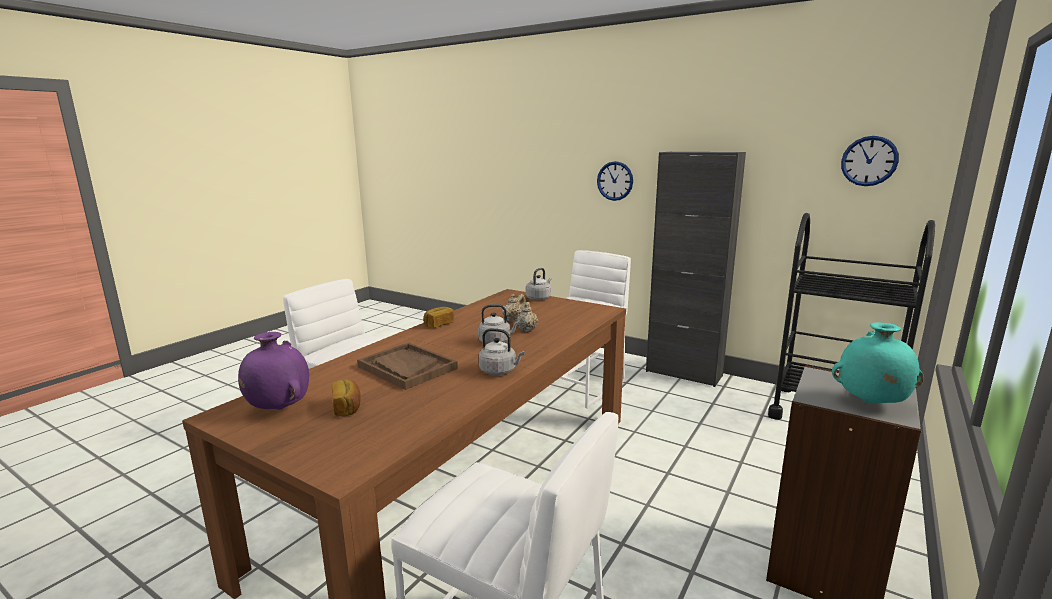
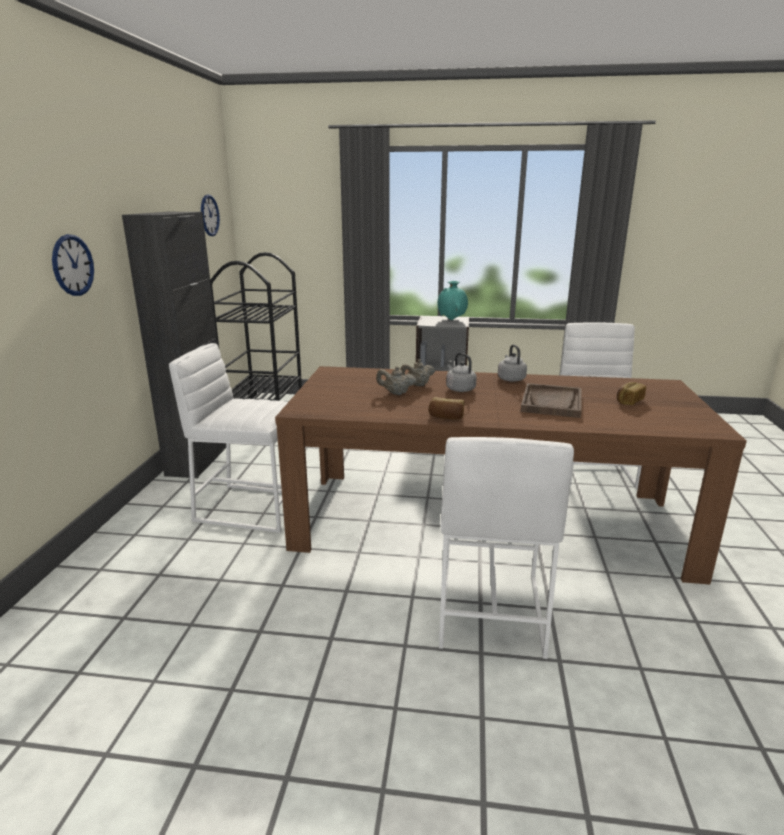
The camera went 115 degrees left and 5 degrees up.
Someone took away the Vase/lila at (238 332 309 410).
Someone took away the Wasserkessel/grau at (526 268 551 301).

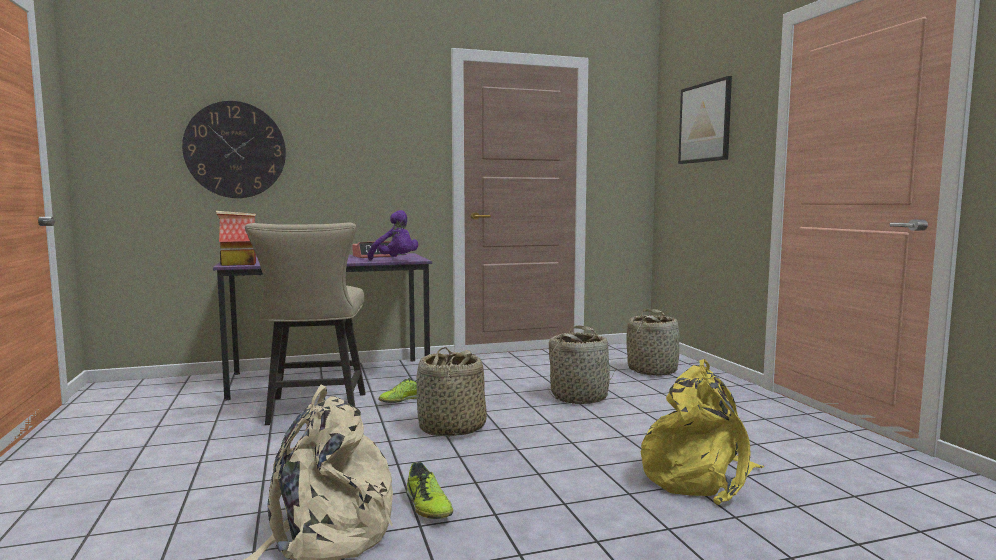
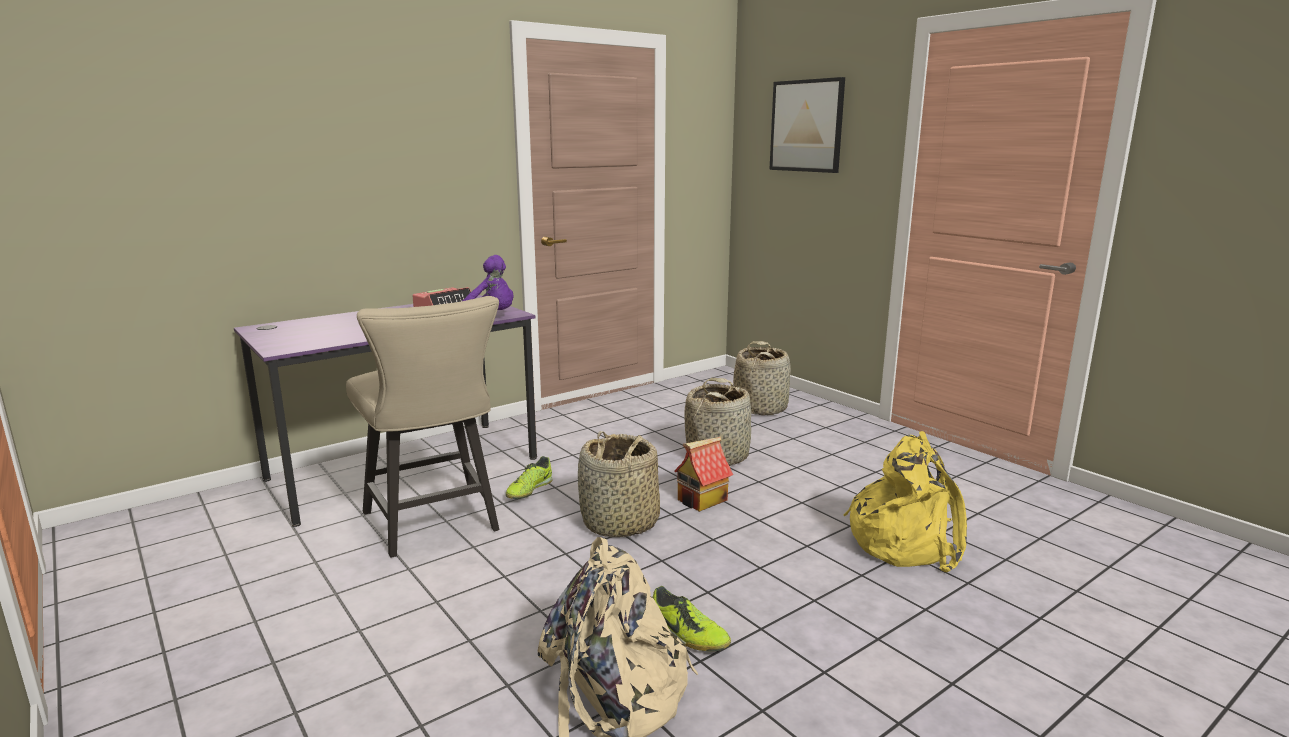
The camera went 20 degrees left and 10 degrees up.
Someone carried the Spielzeughaus from (216 211 256 266) to (674 437 733 512).
Someone took away the Wanduhr at (182 101 286 198).

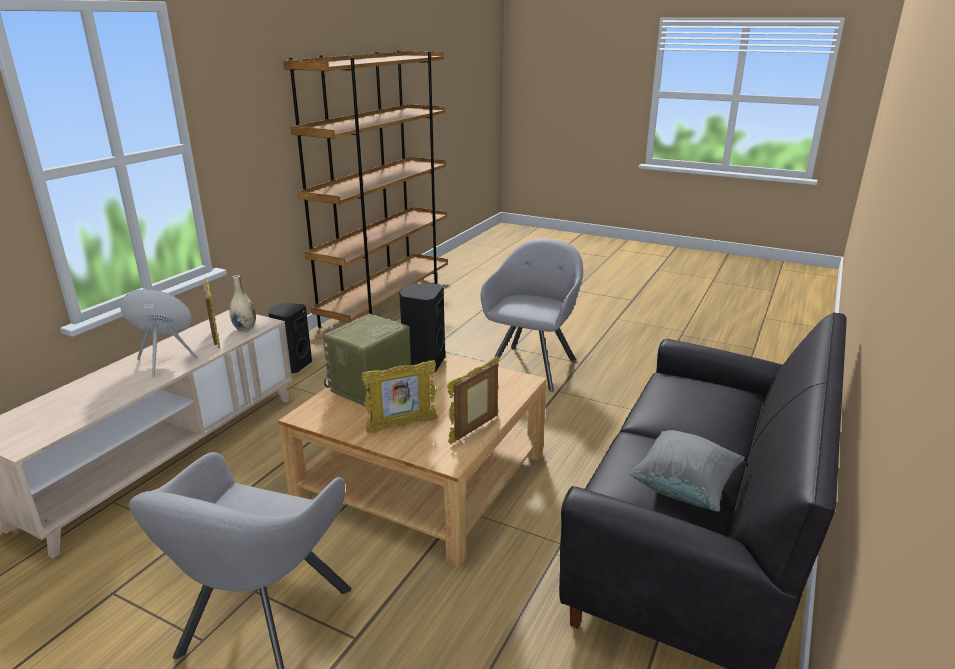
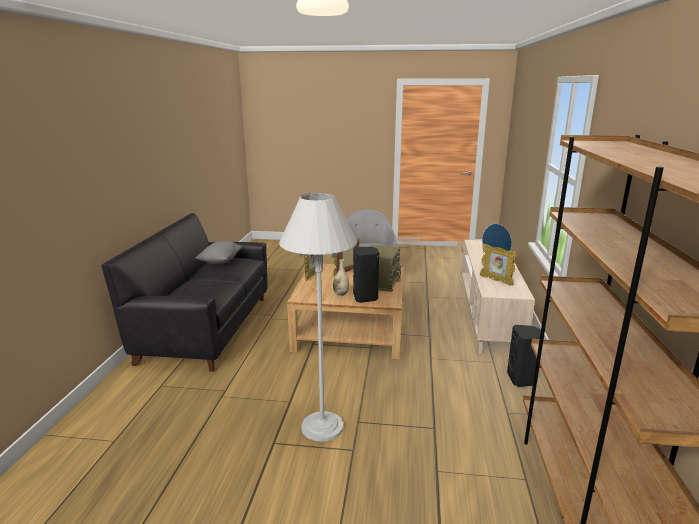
The camera went 160 degrees right and 5 degrees down.
Someone swapped the Sessel/grau at (481 238 583 392) for the Stehlampe/weiß at (279 193 357 442).
Someone carried the Vase/beige from (229 275 256 331) to (333 259 349 296).

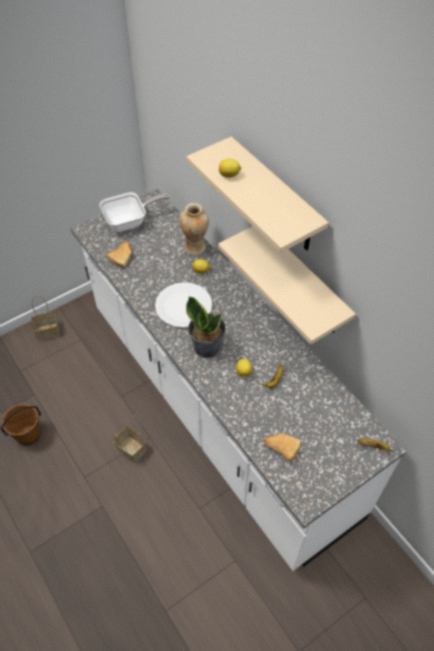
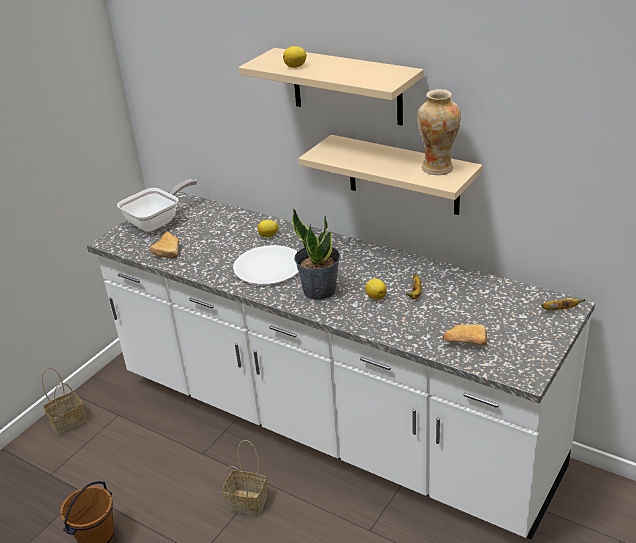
The camera went 20 degrees left and 20 degrees down.
Someone carried the Vase from (180 203 209 255) to (417 89 461 175).

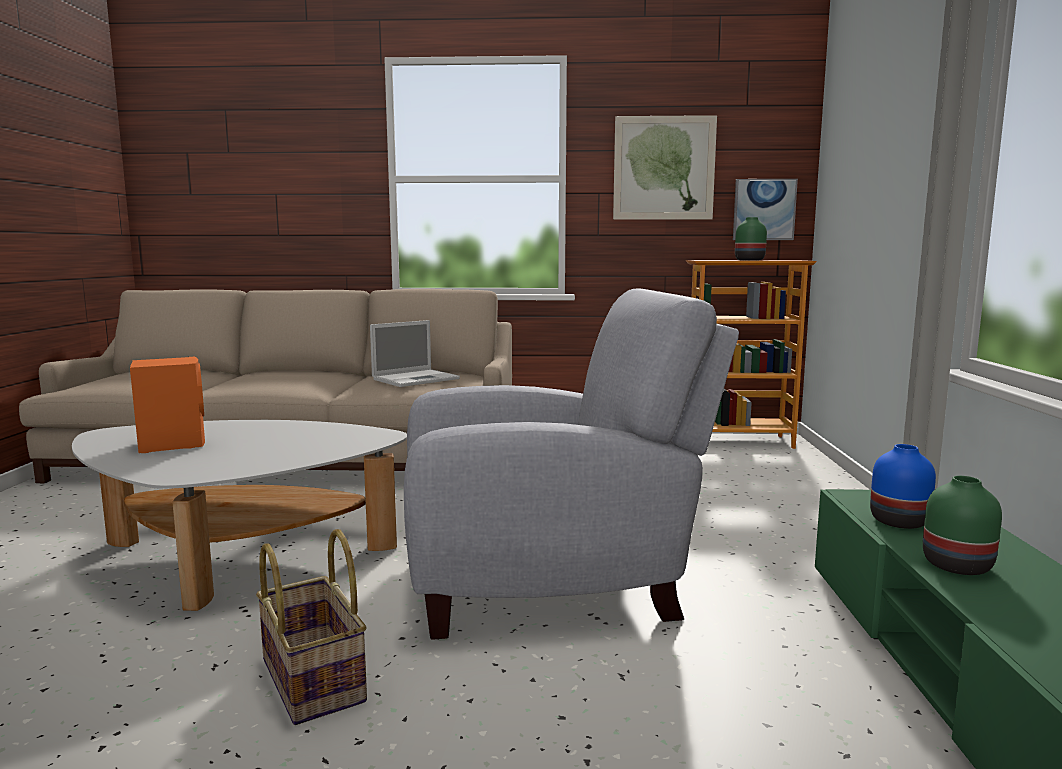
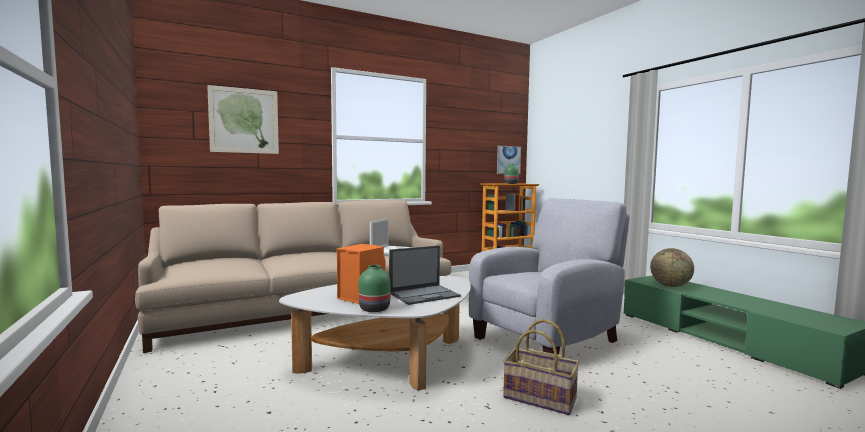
The camera went 30 degrees left and 5 degrees down.
Someone carried the Bild from (613 115 717 220) to (207 85 279 154).
Someone carried the Vase/grün from (923 476 1002 575) to (359 265 391 312).
Someone put down the Laptop at (389 245 461 305).
Someone swapped the Vase/blau at (870 444 936 529) for the Globus at (650 248 694 287).

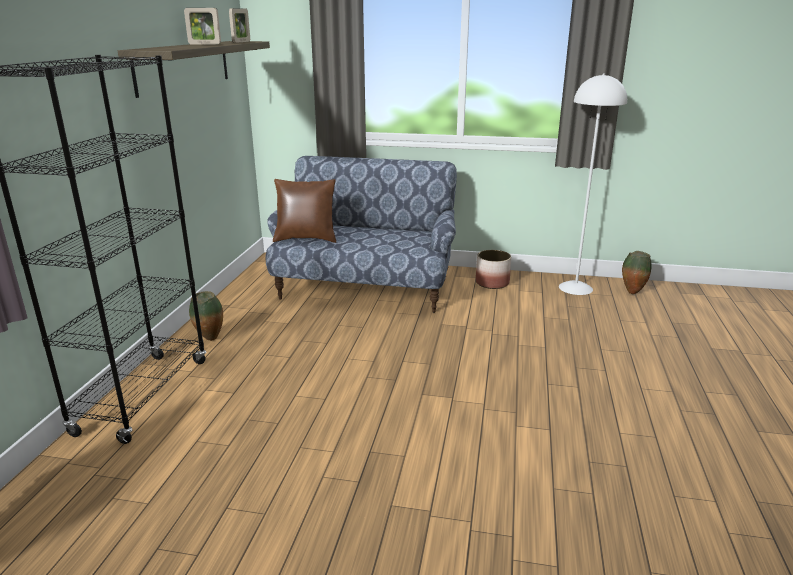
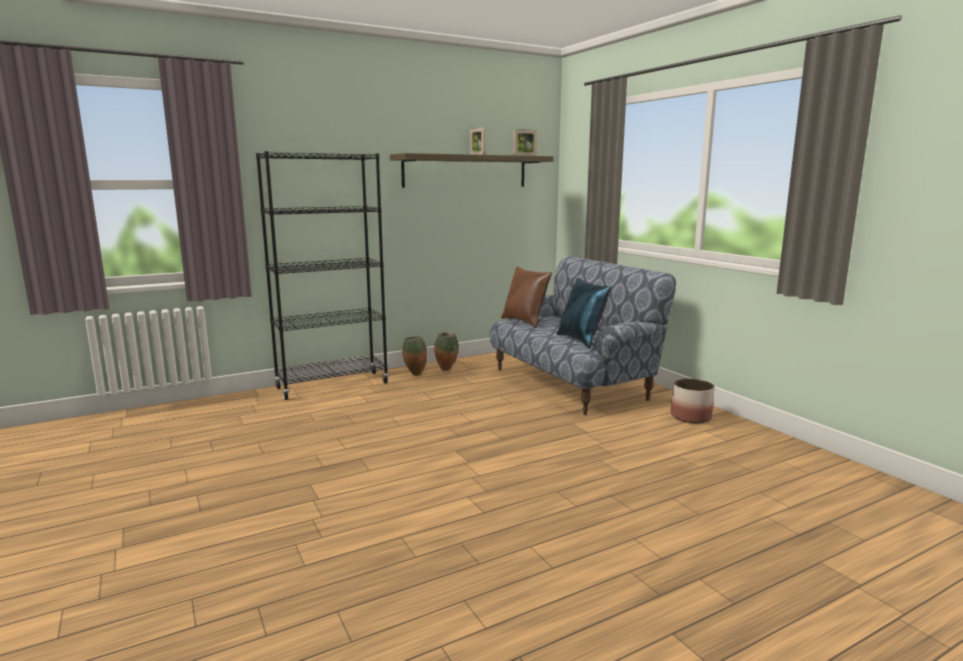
The camera went 50 degrees right and 10 degrees down.
Someone carried the Vase from (622 251 652 294) to (434 332 459 371).
Someone put down the Kissen/blau at (556 278 612 349).
Someone took away the Stehlampe/weiß at (559 74 627 295).

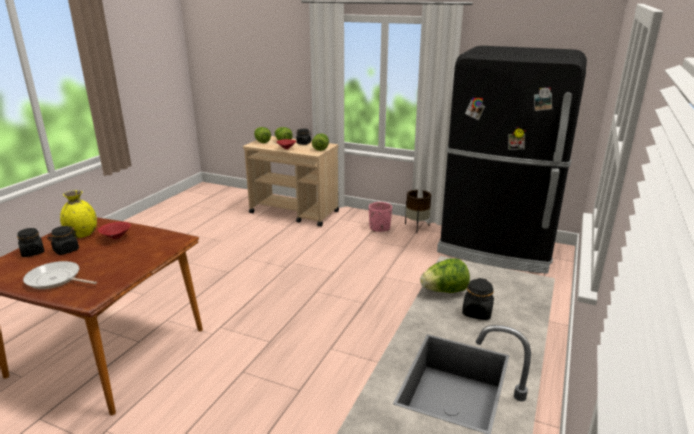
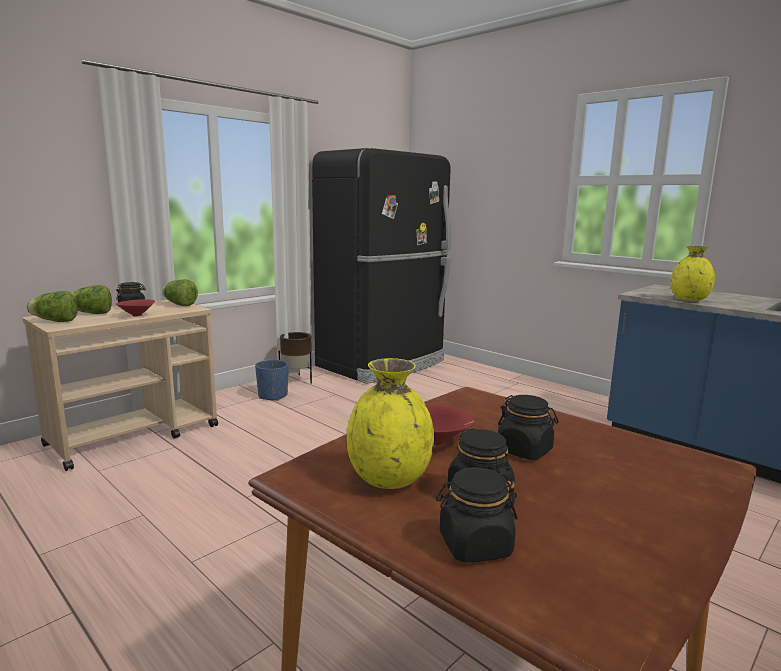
The camera went 70 degrees left and 10 degrees down.
Someone repainted the Pflanzkübel/rosa at (369 202 392 232), which became the Pflanzkübel/blau at (255 360 289 401).
Someone carried the Vorratsglas/schwarz from (462 278 494 320) to (498 395 559 460).
Someone swapped the Salatkopf at (420 258 470 293) for the Vase/gelb at (671 246 715 301).
Someone took away the Pfanne at (23 261 97 289).

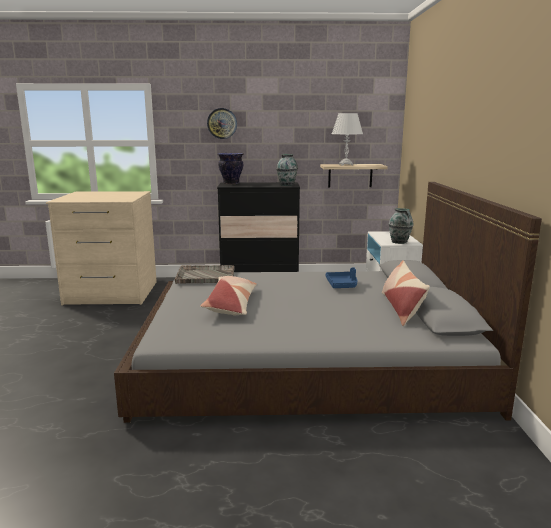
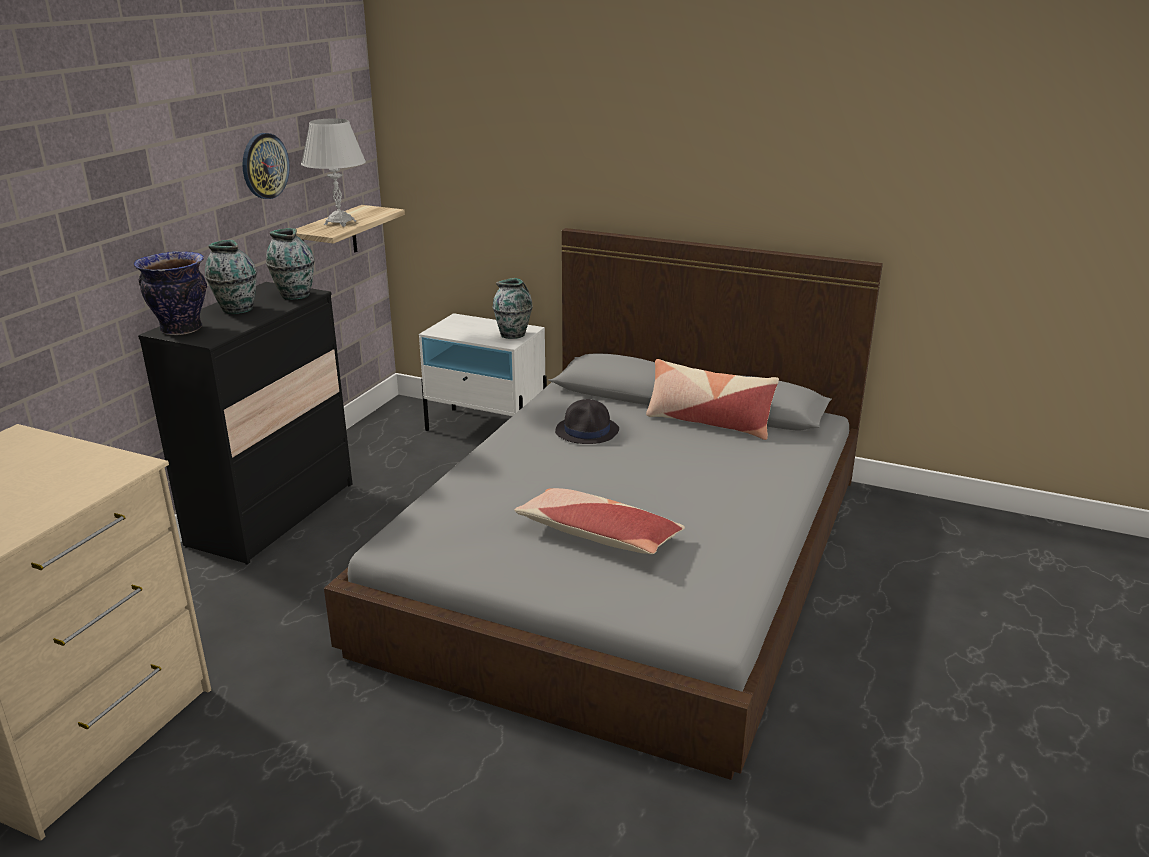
The camera went 65 degrees left and 10 degrees up.
Someone put down the Vase at (205 240 257 314).
Someone carried the Wanduhr from (207 108 237 139) to (242 133 290 199).
Someone swapped the Tablett/blau at (326 267 357 288) for the Hut/schwarz at (555 399 619 444).
Someone took away the Tablett/grau at (175 265 234 284).

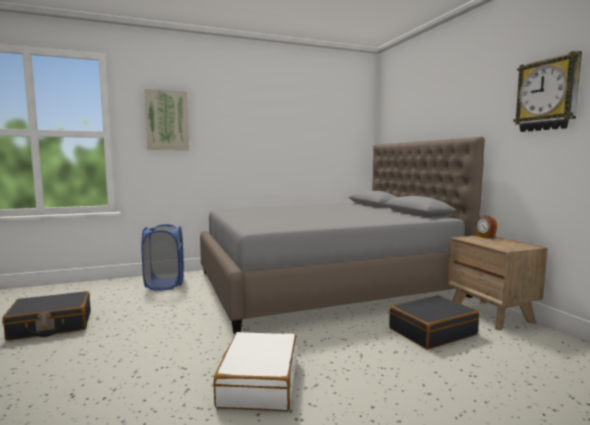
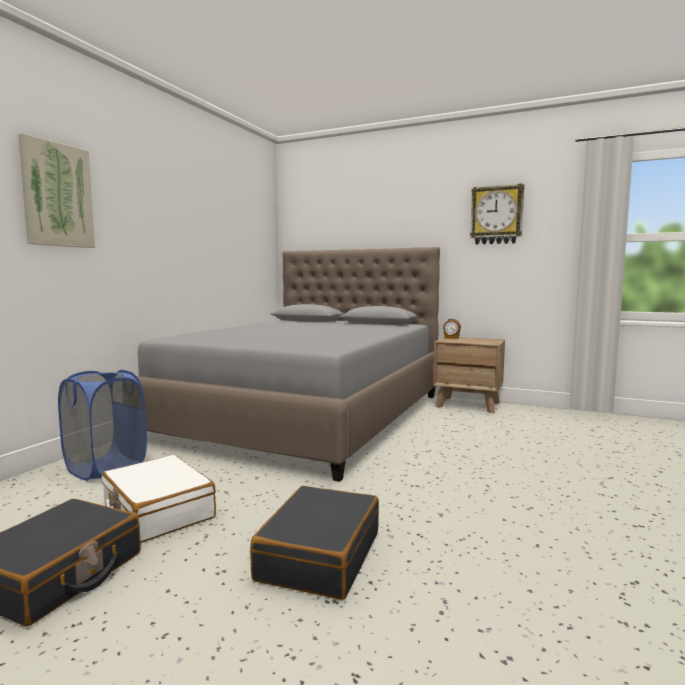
The camera went 45 degrees left and 0 degrees up.
Someone carried the Koffer/weiß from (214 332 297 411) to (102 455 216 543).
Someone carried the Koffer/schwarz from (389 295 480 349) to (250 486 379 600).

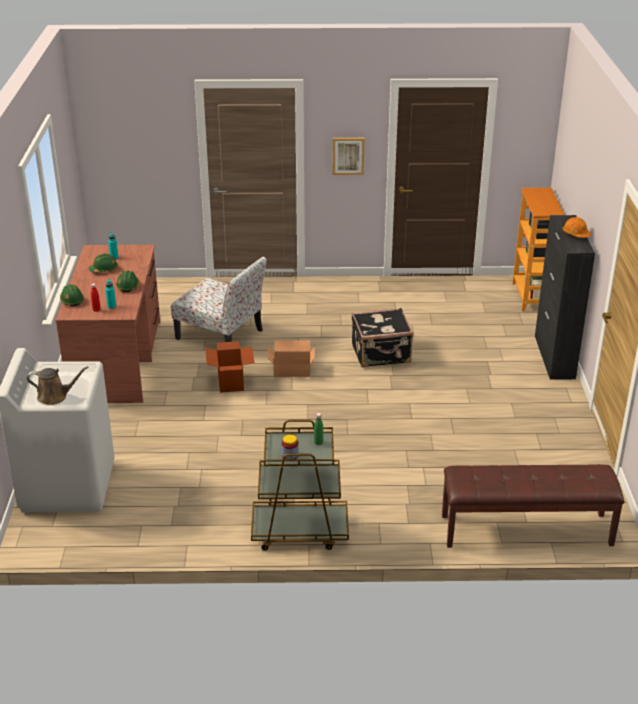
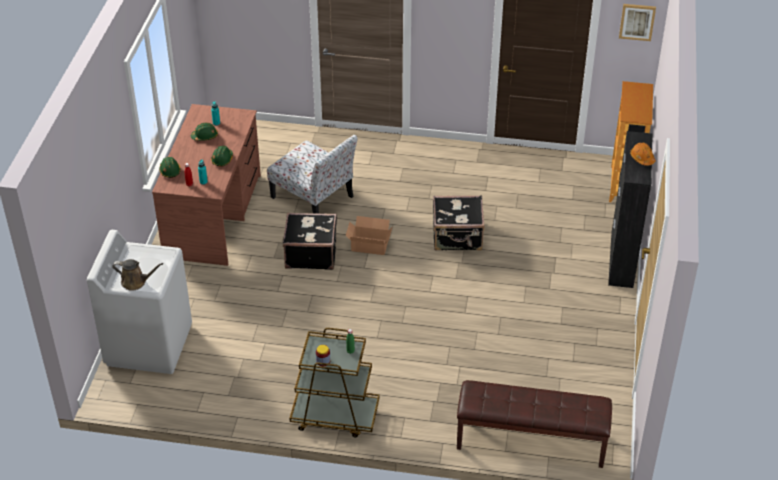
The camera went 10 degrees right and 10 degrees up.
Someone swapped the Karton at (205 341 255 393) for the Koffer/schwarz at (283 213 337 270).
Someone carried the Bild from (332 138 365 175) to (619 4 656 41).

